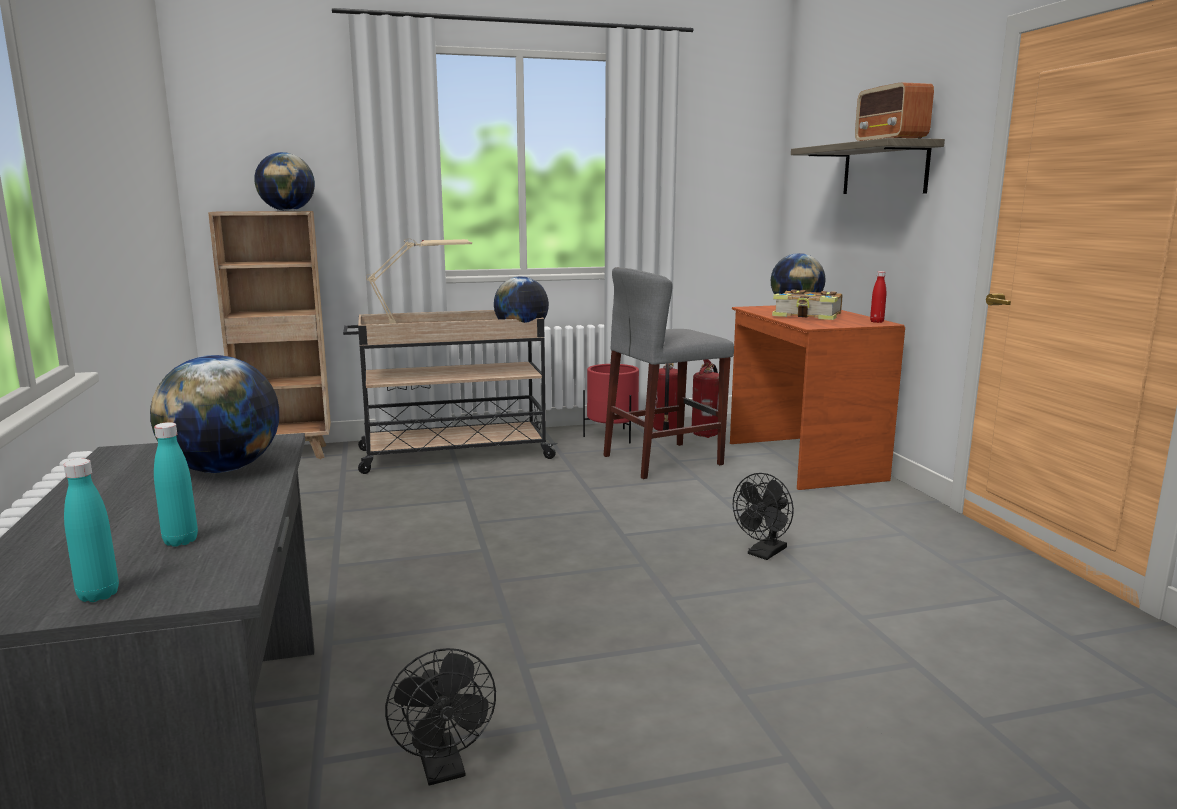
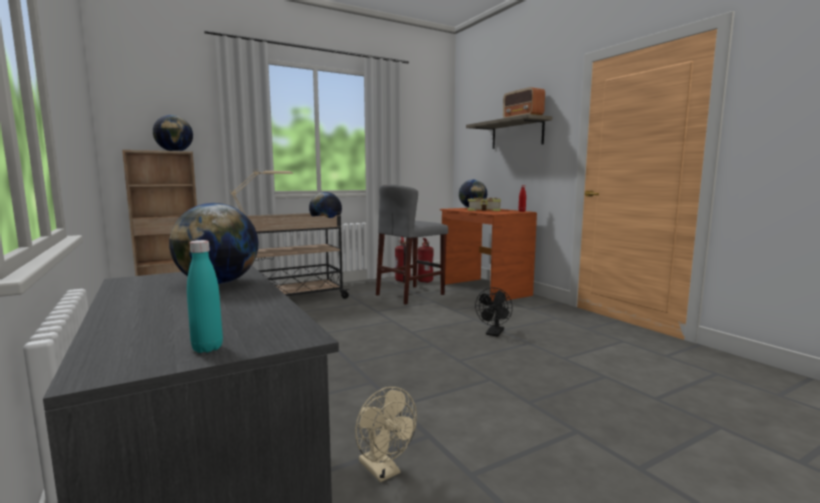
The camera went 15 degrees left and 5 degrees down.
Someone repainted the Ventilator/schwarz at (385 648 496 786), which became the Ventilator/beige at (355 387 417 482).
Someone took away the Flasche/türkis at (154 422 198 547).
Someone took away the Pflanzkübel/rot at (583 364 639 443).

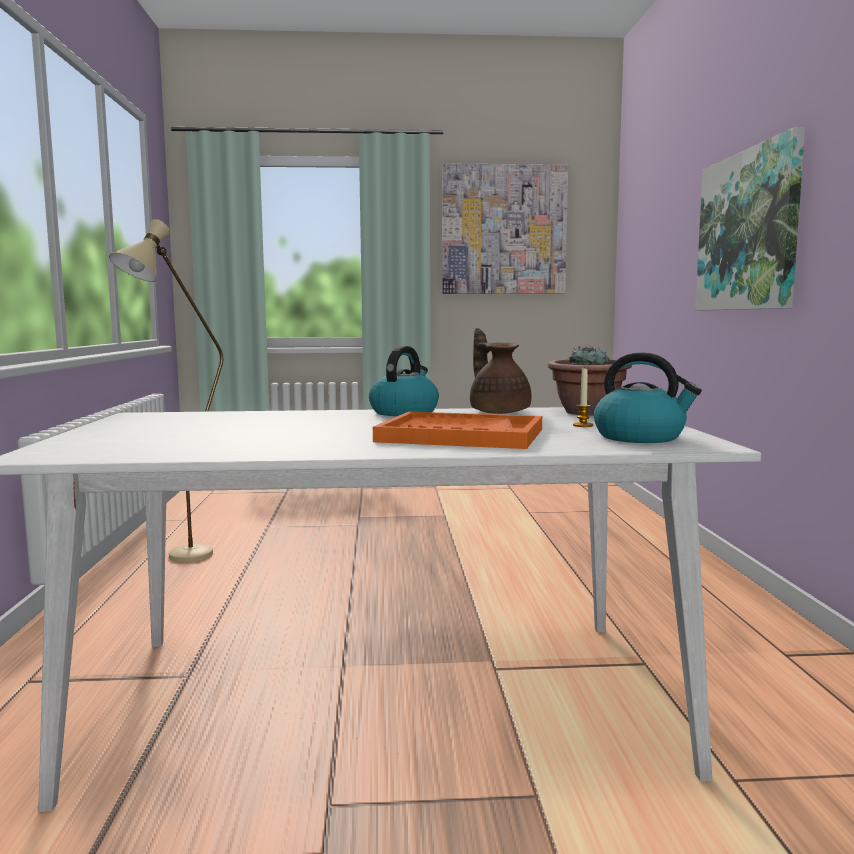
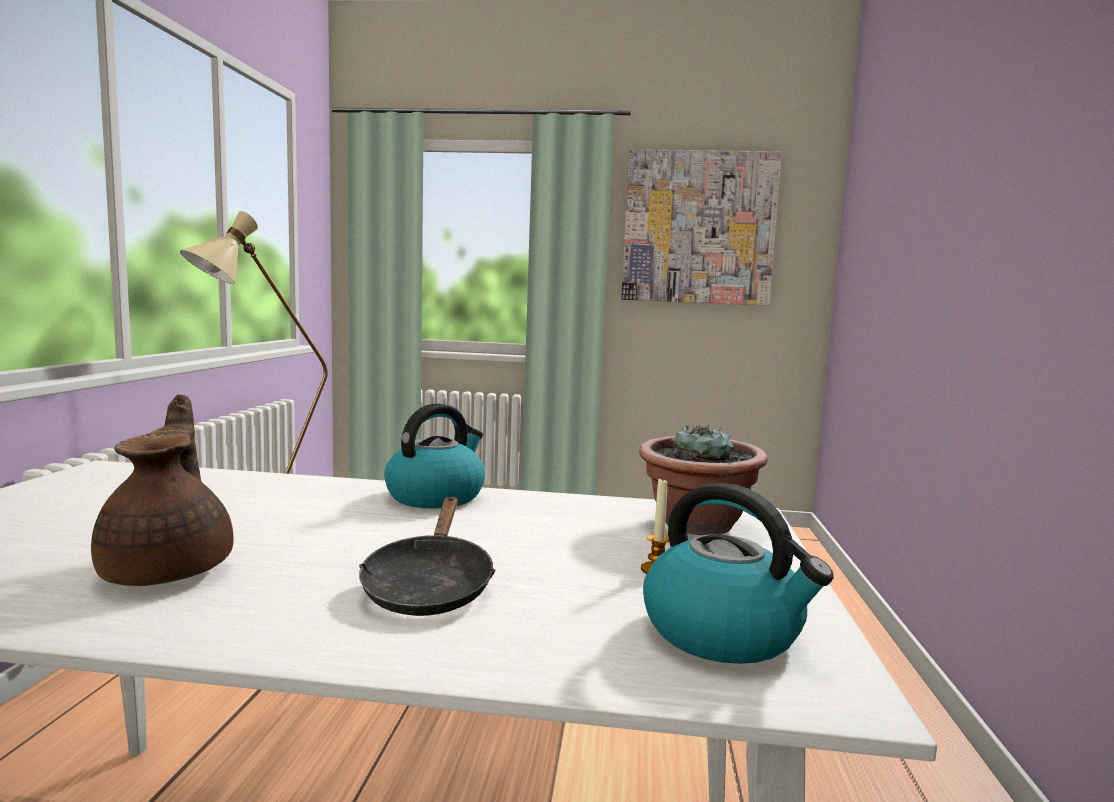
The camera went 10 degrees right and 0 degrees up.
Someone carried the Teekanne/braun from (470 328 531 414) to (91 394 234 586).
Someone swapped the Tablett/orange at (373 412 542 449) for the Pfanne/schwarz at (359 497 495 616).
Someone took away the Bild at (695 127 805 311).

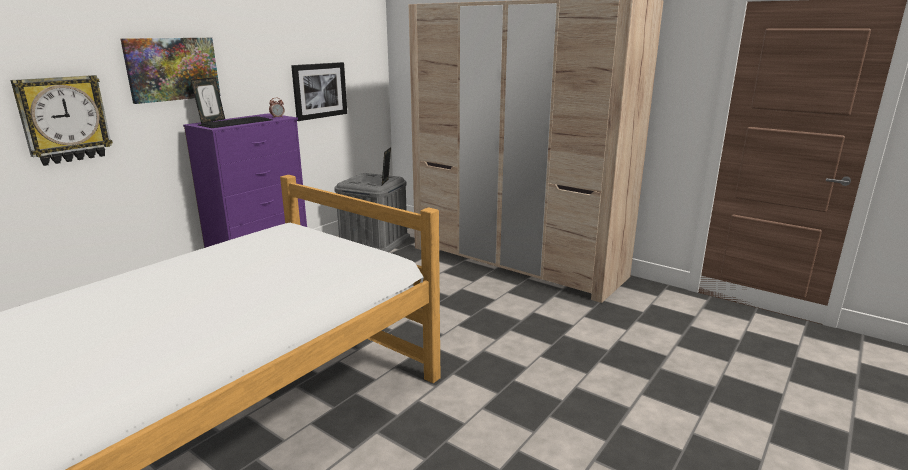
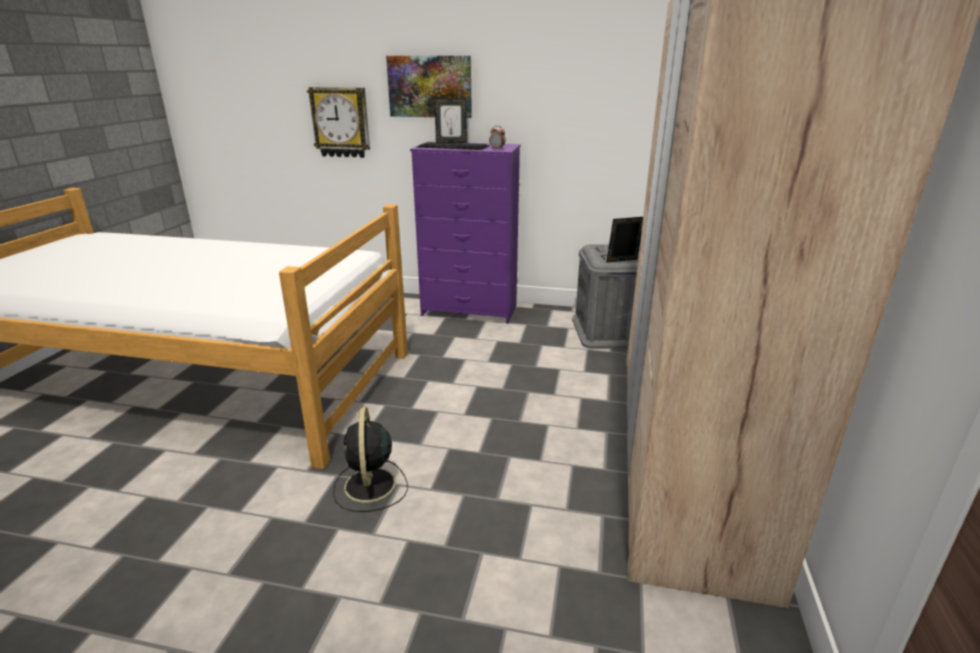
The camera went 65 degrees right and 5 degrees up.
Someone put down the Ventilator/schwarz at (333 407 408 512).
Someone took away the Bild at (291 62 347 121).

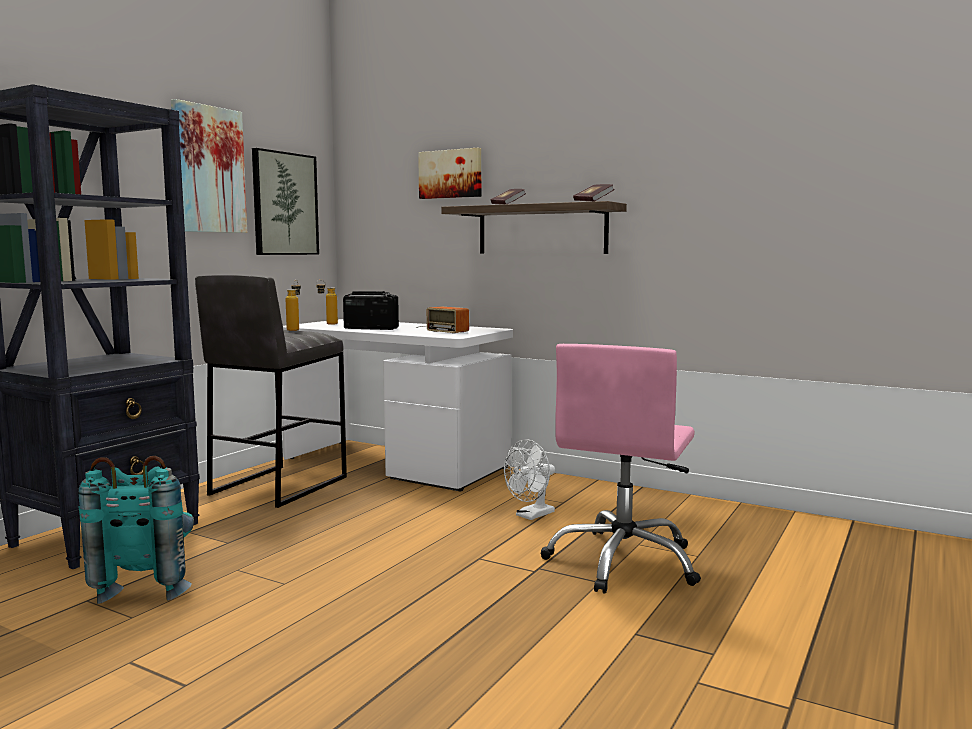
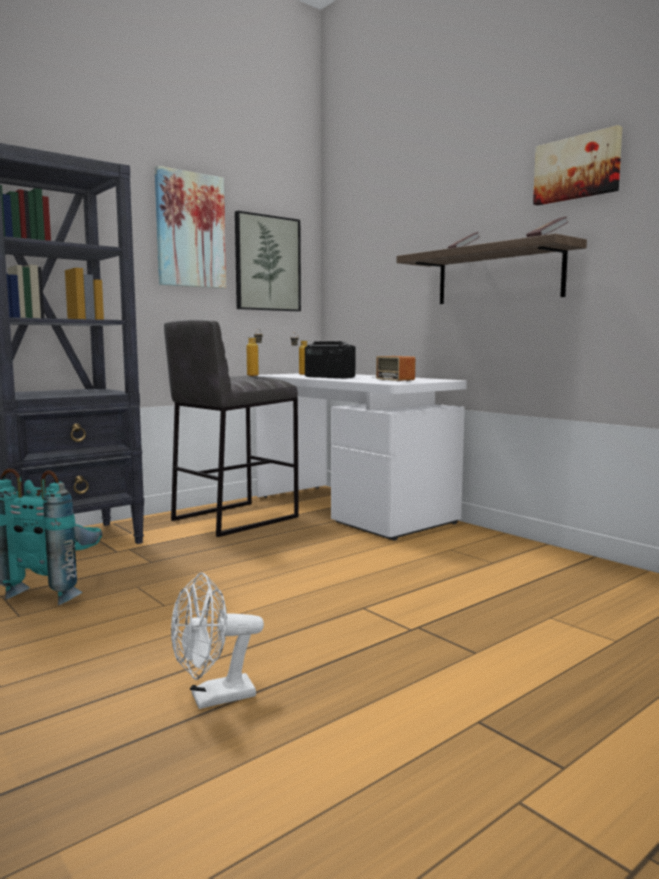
The camera went 20 degrees right and 0 degrees up.
Someone carried the Ventilator/weiß from (504 439 555 520) to (171 572 264 709).
Someone carried the Bild from (418 148 481 199) to (533 125 623 206).
Someone took away the Bürostuhl/rosa at (541 344 701 594).

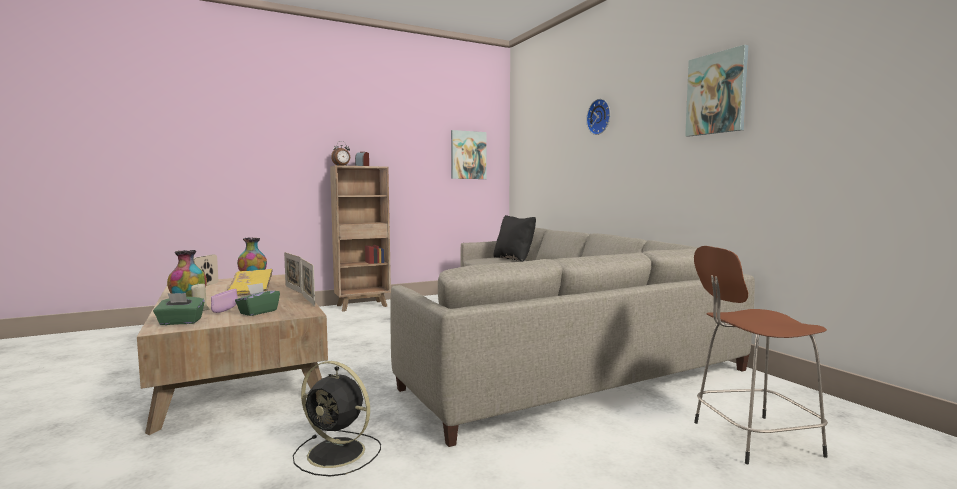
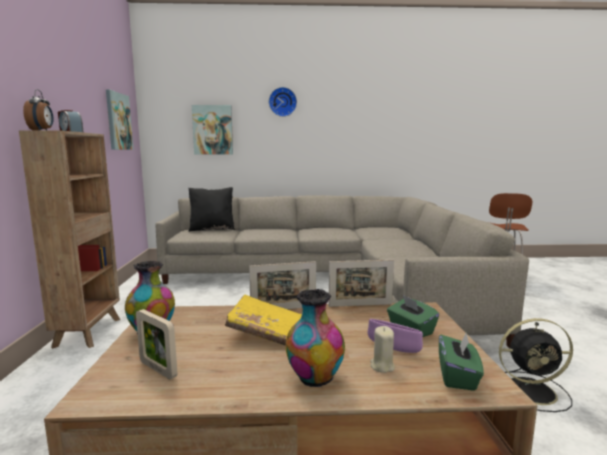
The camera went 65 degrees left and 5 degrees up.
Someone carried the Bild from (685 45 748 137) to (192 105 233 154).
Someone rotated the Ventilator/schwarz at (293 361 381 477) by 45 degrees clockwise.

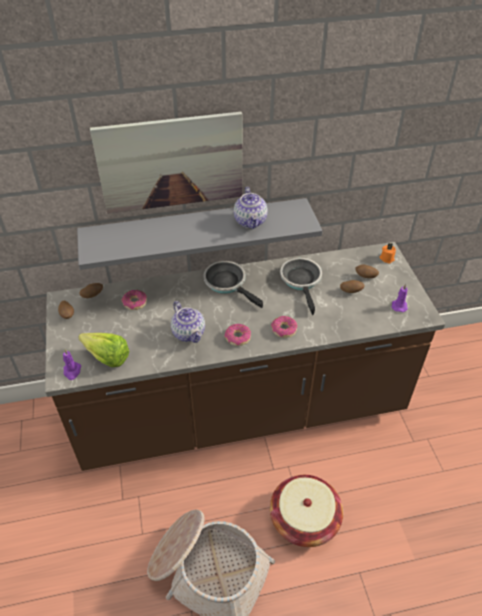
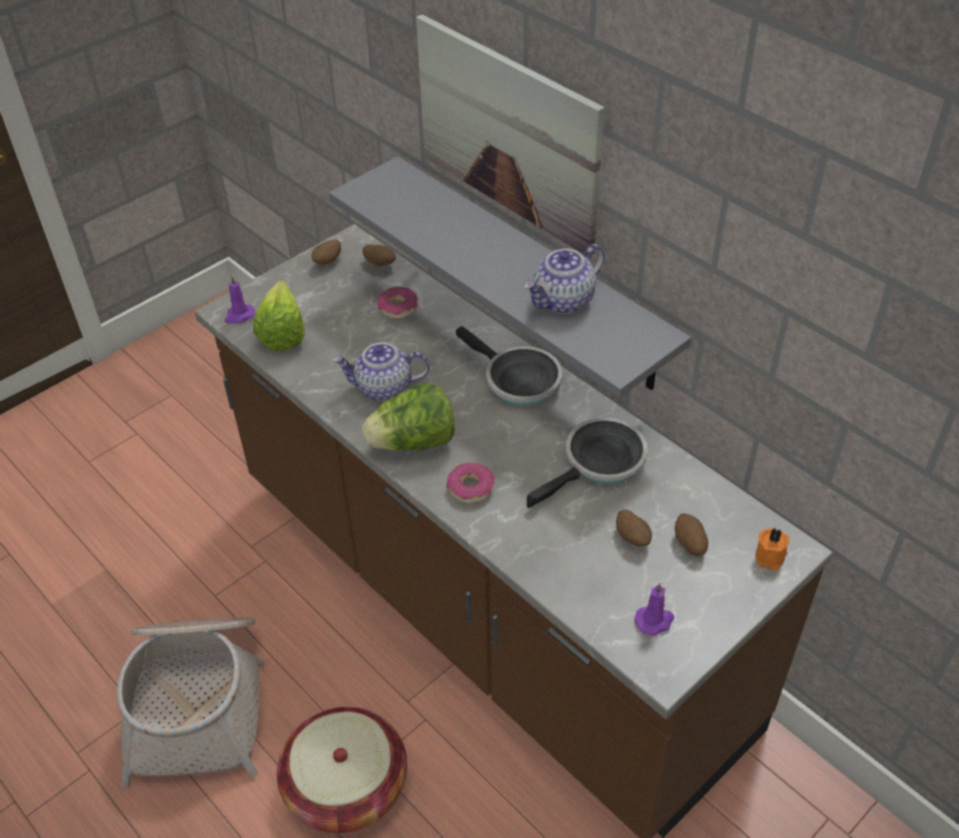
The camera went 60 degrees right and 0 degrees up.
Someone rotated the Teekanne at (171 301 205 343) by 60 degrees clockwise.
Someone swapped the Donut at (224 324 251 346) for the Salatkopf at (362 383 455 451).
Someone rotated the Pfanne at (203 261 263 308) by 120 degrees clockwise.

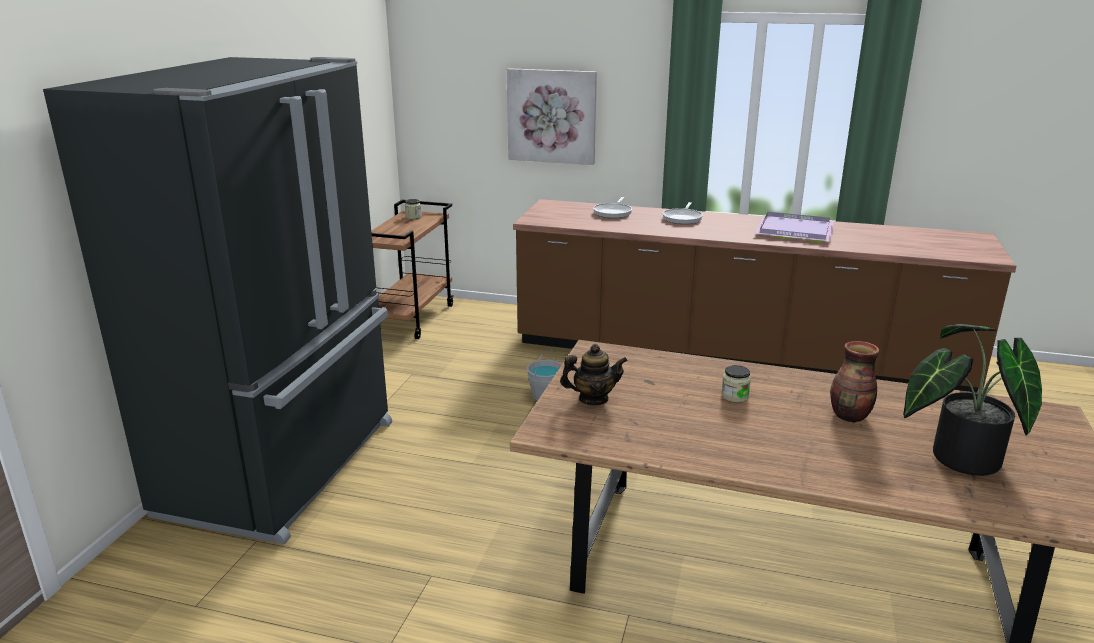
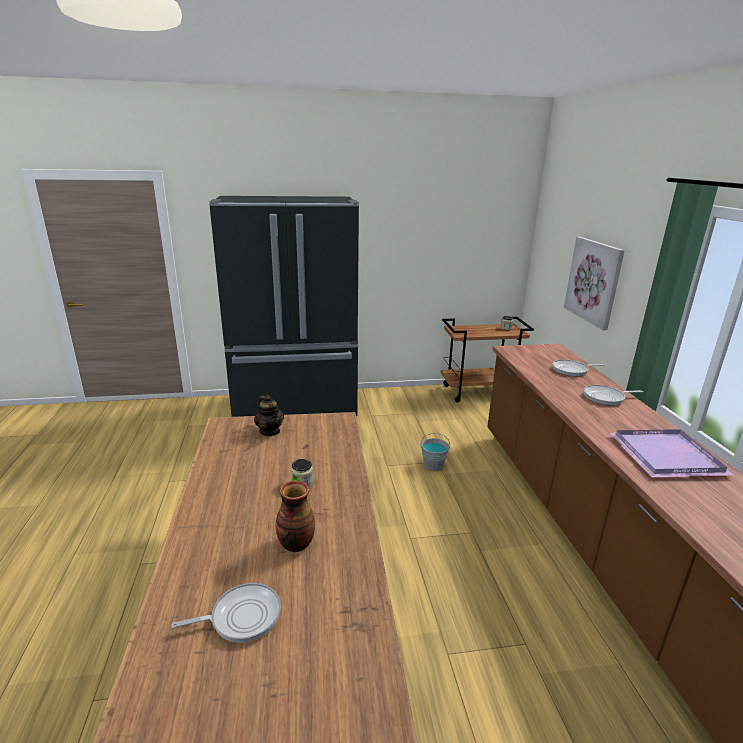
The camera went 65 degrees right and 0 degrees up.
Someone swapped the Topfpflanze at (903 324 1042 476) for the Pfanne at (171 583 281 643).

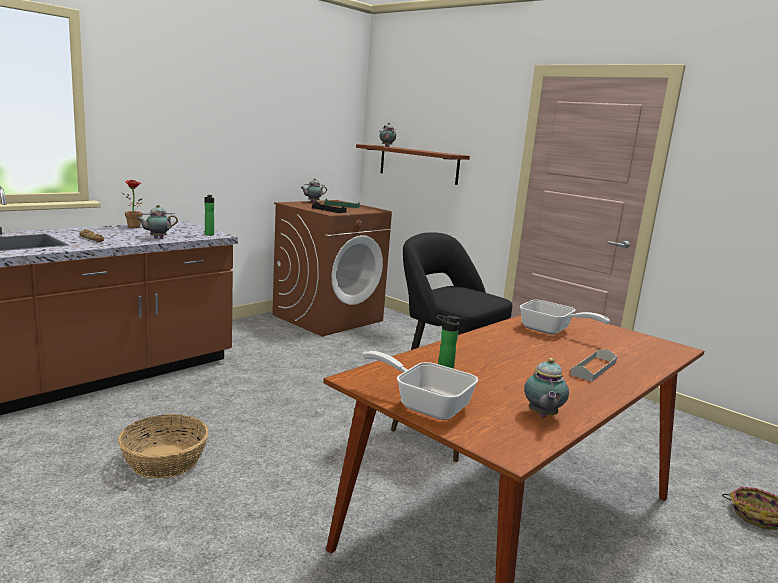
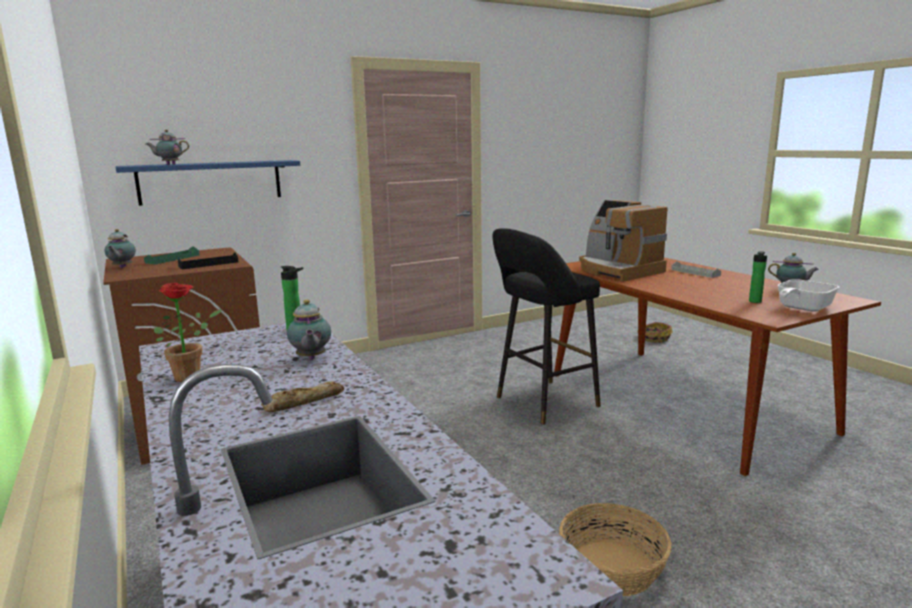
The camera went 70 degrees left and 0 degrees up.
Someone repainted the Wandregal/braun at (356 144 470 185), which became the Wandregal/blau at (116 160 300 206).
Someone swapped the Pfanne at (520 300 610 334) for the Kaffeemaschine at (579 200 668 282).

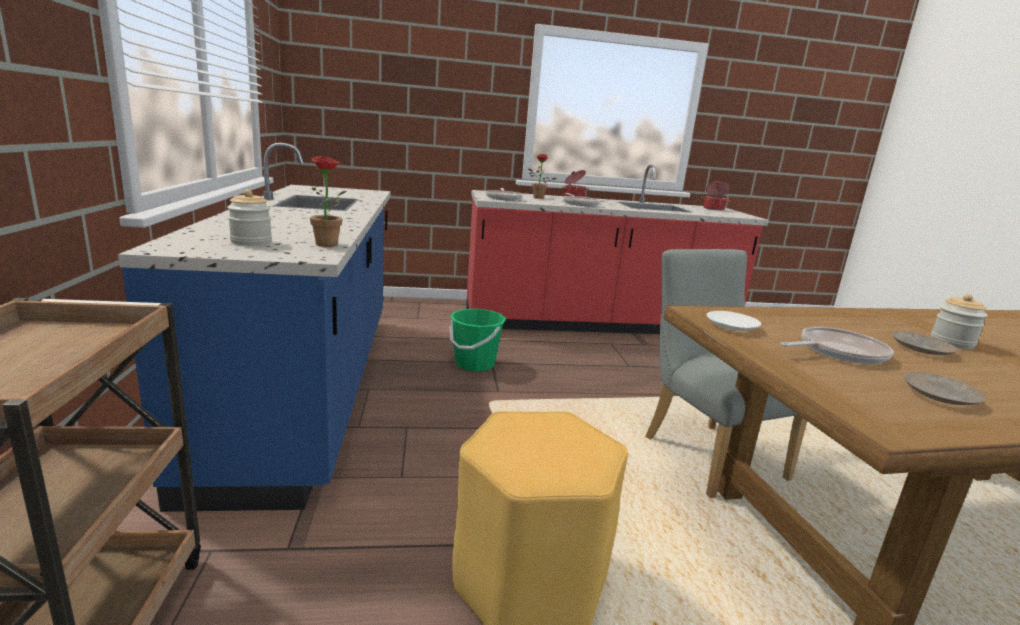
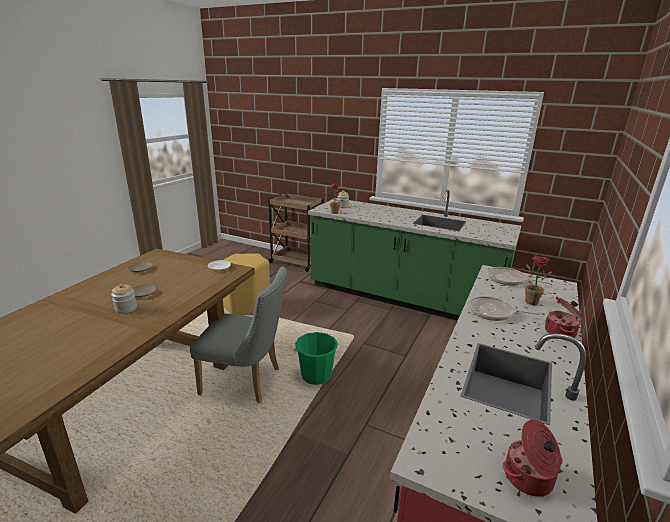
The camera went 125 degrees right and 5 degrees up.
Someone carried the Eimer/grün from (450 309 506 372) to (294 332 338 385).
Someone repainted the Küchenzeile/blau at (118 143 390 512), which became the Küchenzeile/grün at (308 190 521 321).
Someone took away the Pfanne at (781 327 894 364).

